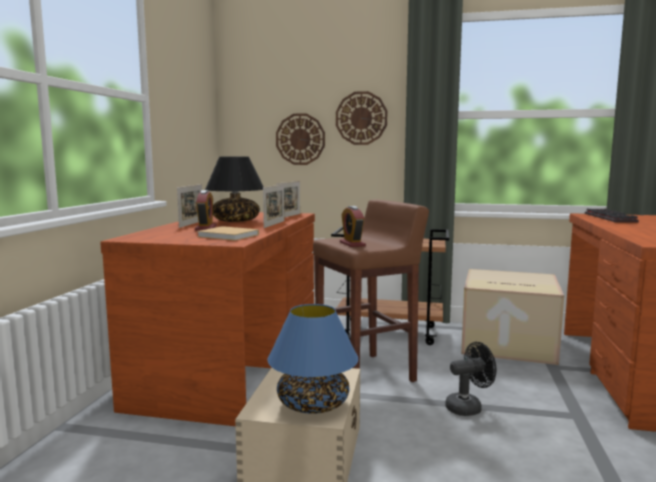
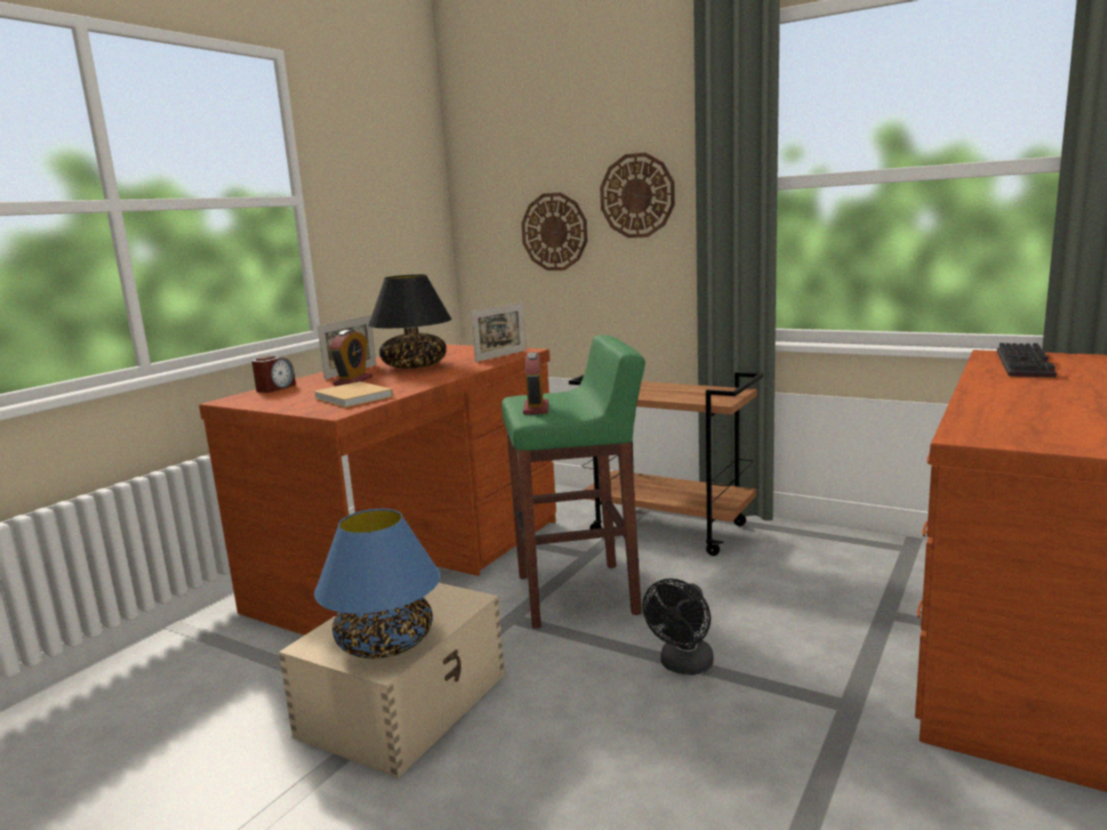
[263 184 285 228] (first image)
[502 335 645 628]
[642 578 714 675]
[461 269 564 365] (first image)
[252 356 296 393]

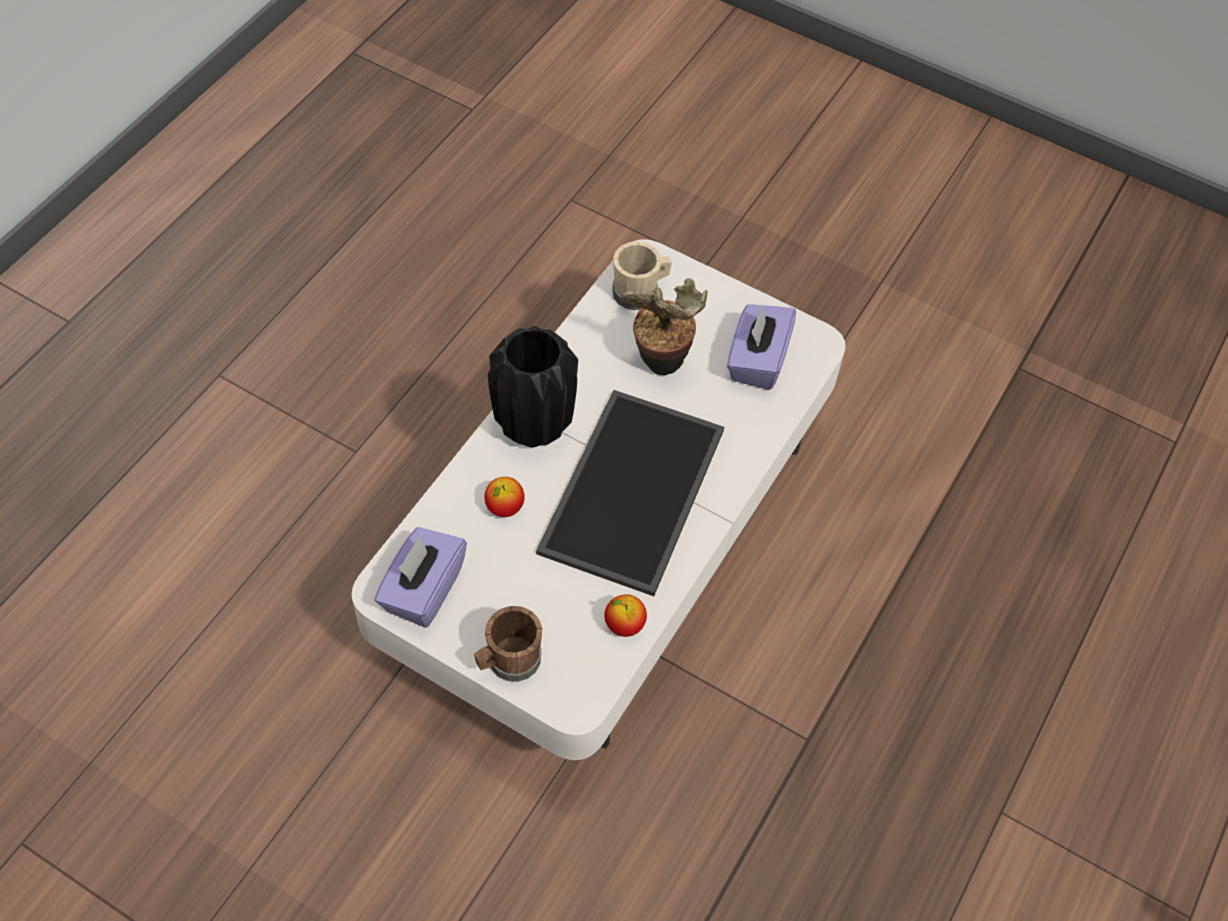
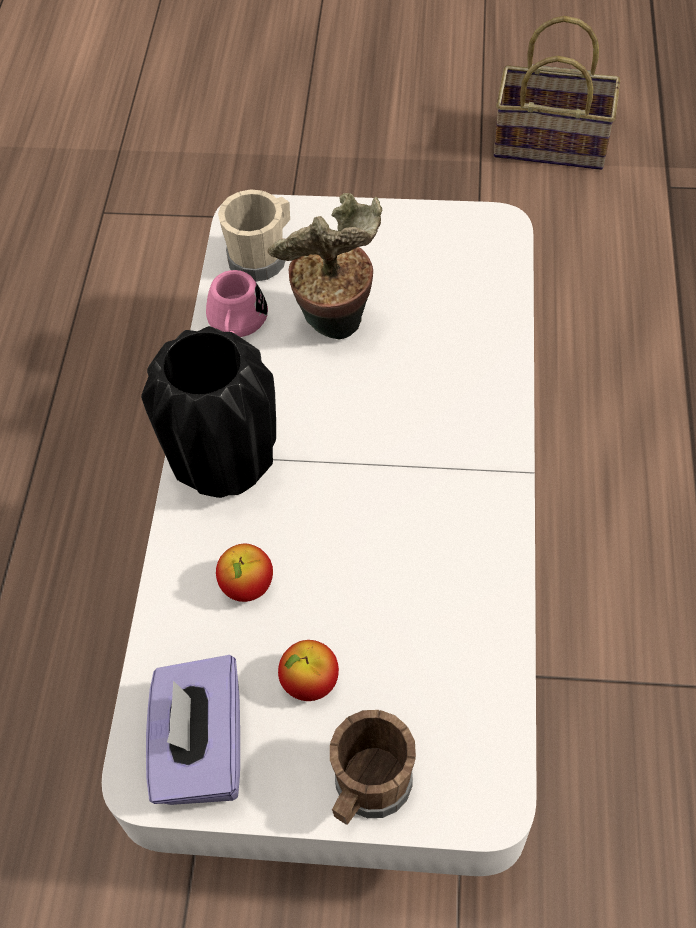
[536 390 724 596] (first image)
[278 640 339 701]
[727 304 796 390] (first image)
[206 270 268 337]
[494 16 620 170]

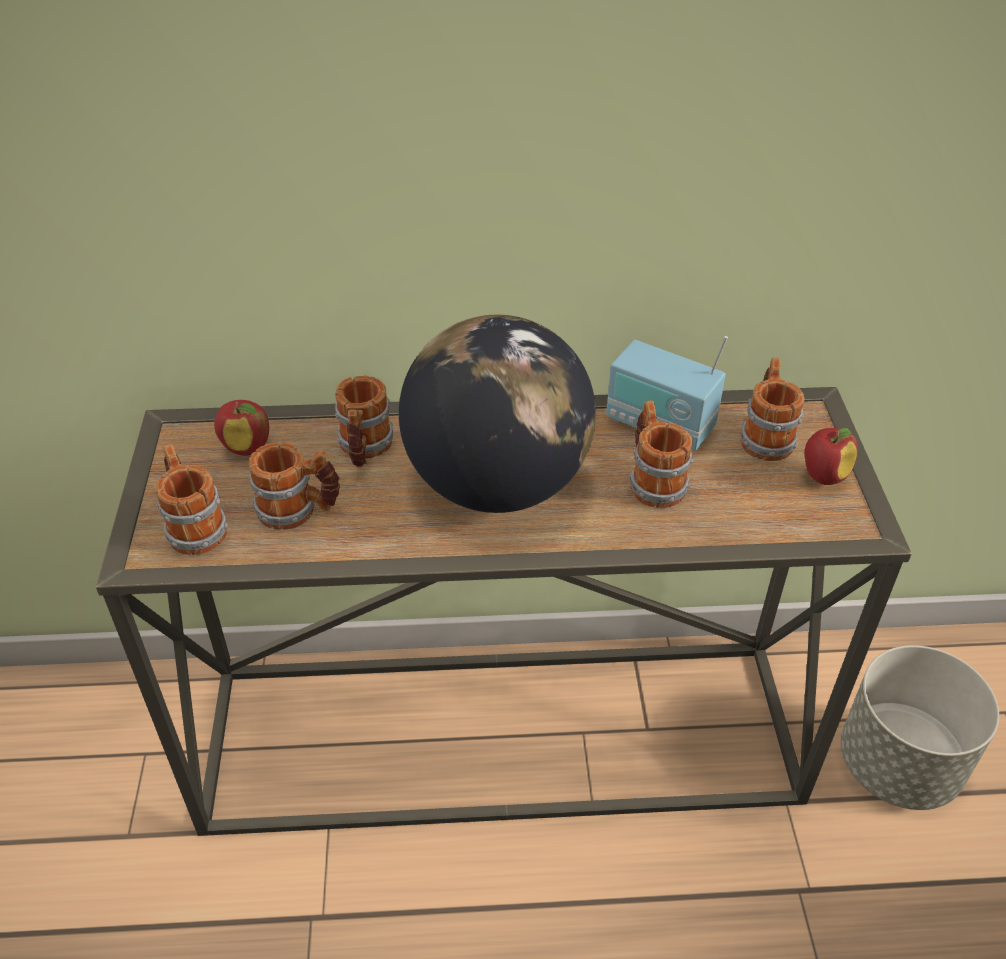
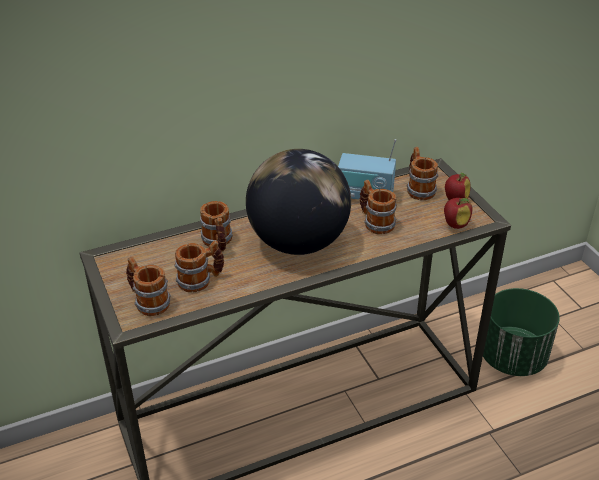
[444 198 473 229]
[483 288 560 376]

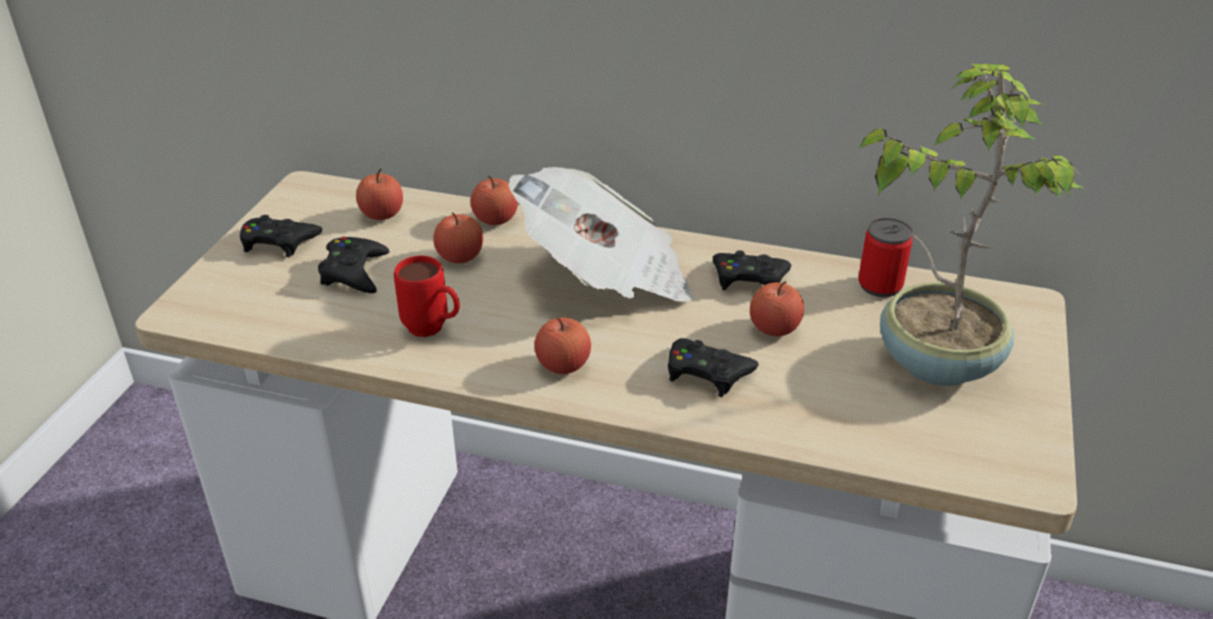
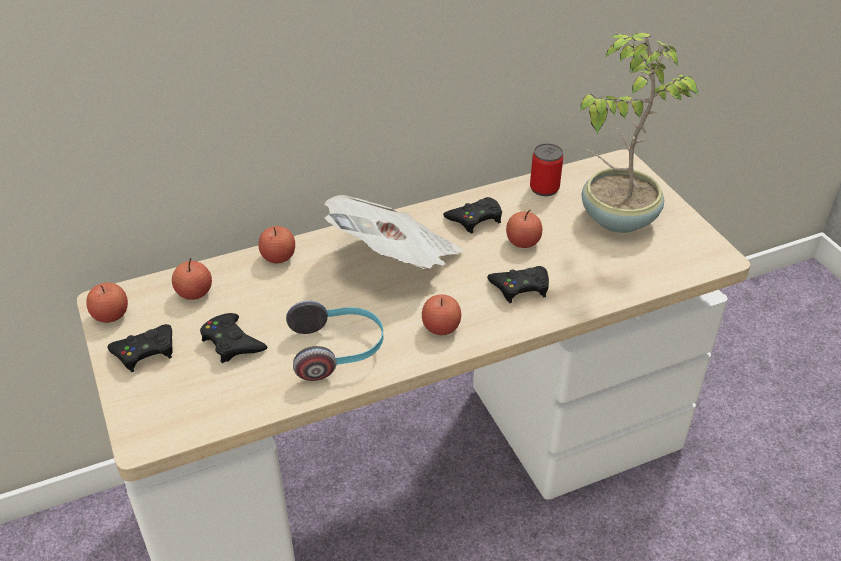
[286 300 384 381]
[86 283 128 323]

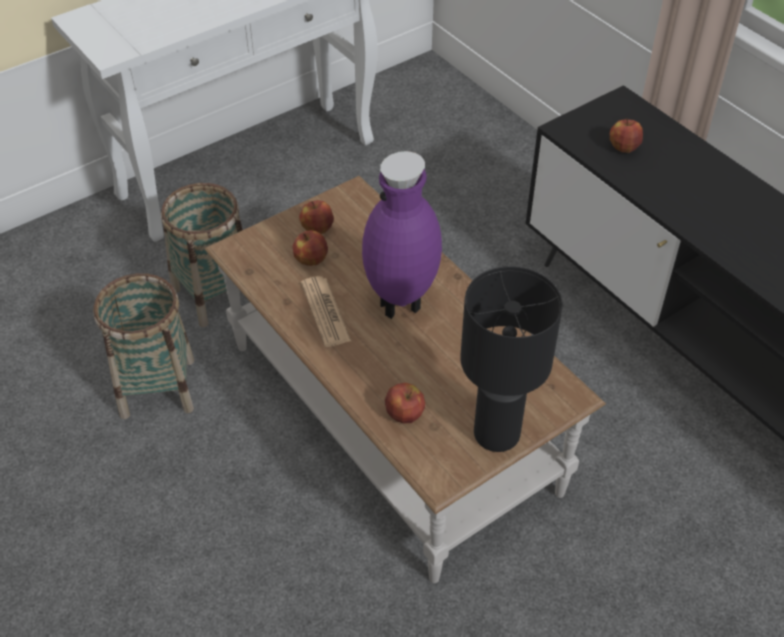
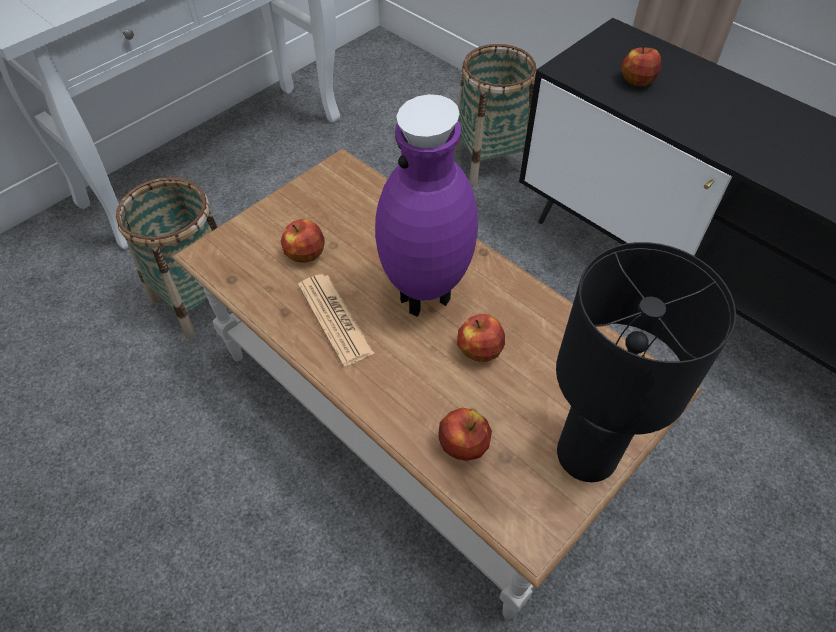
[454 44 537 185]
[457 314 505 362]

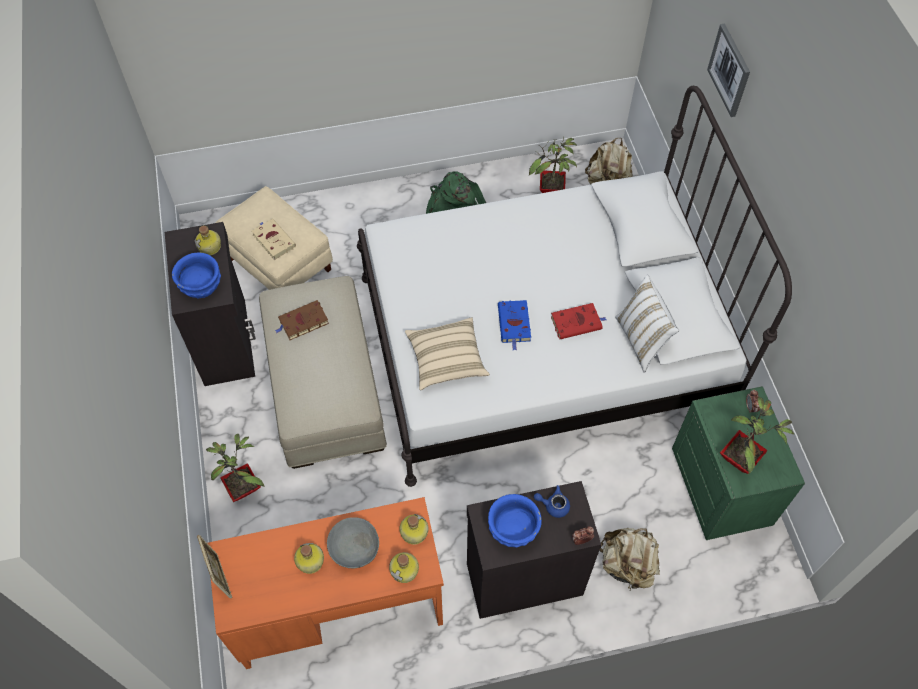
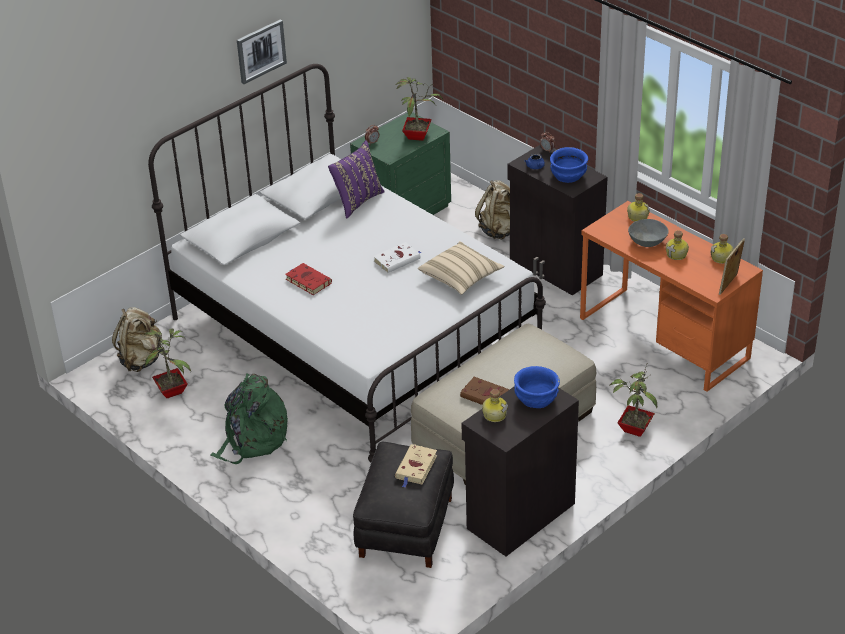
[353 442 454 568]
[711 234 734 264]
[373 242 422 273]
[285 263 332 295]
[328 140 385 218]
[237 19 287 84]

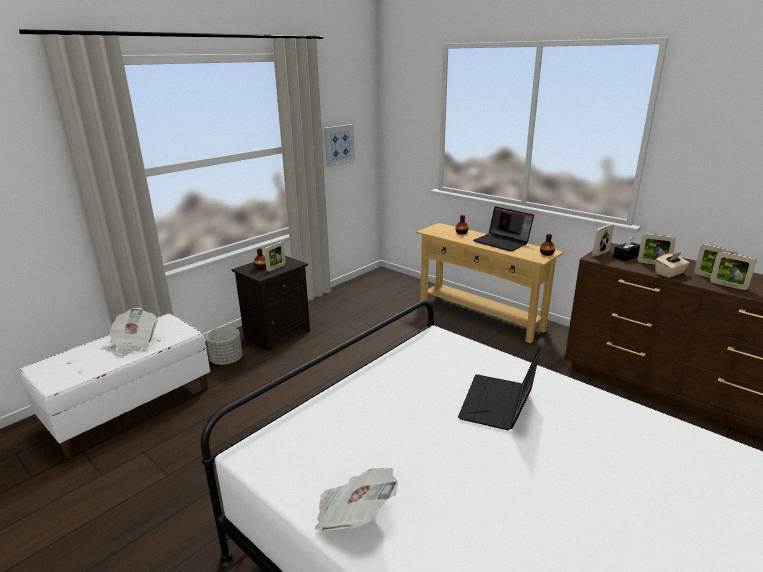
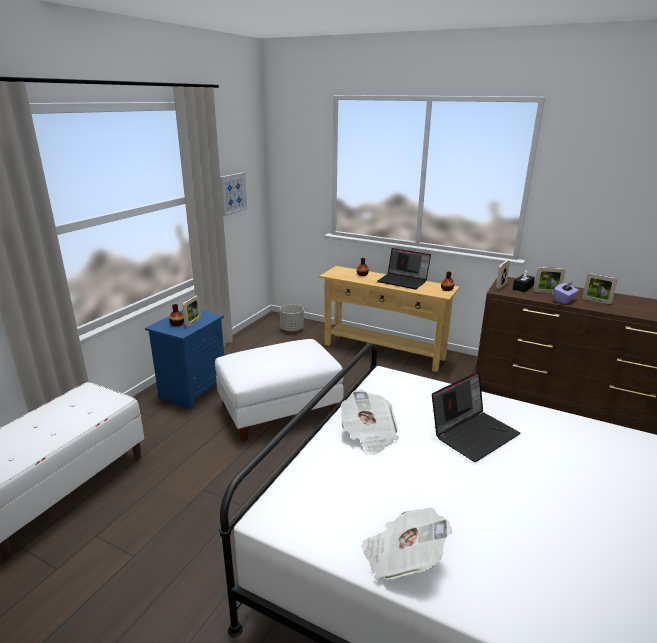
[341 390 399 455]
[280 304 304 332]
[145 310 224 409]
[432 372 520 462]
[553 282 579 304]
[710 251 757 290] (first image)
[215 339 344 441]

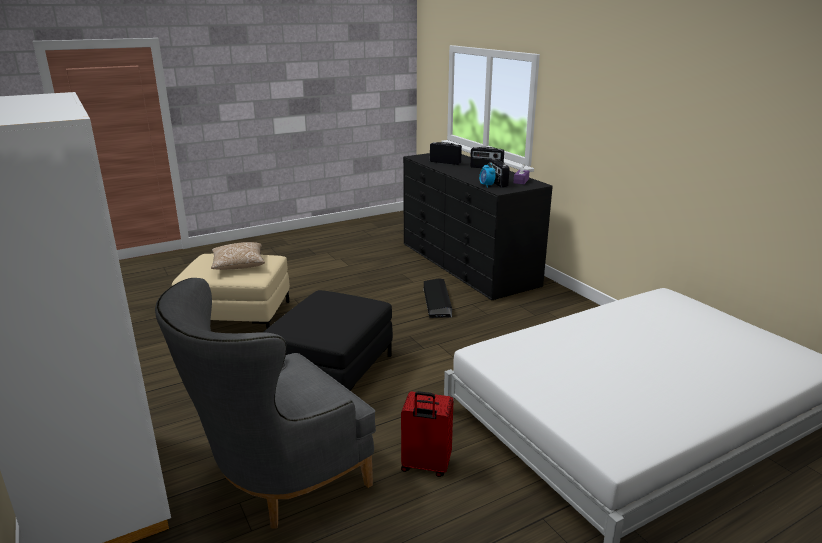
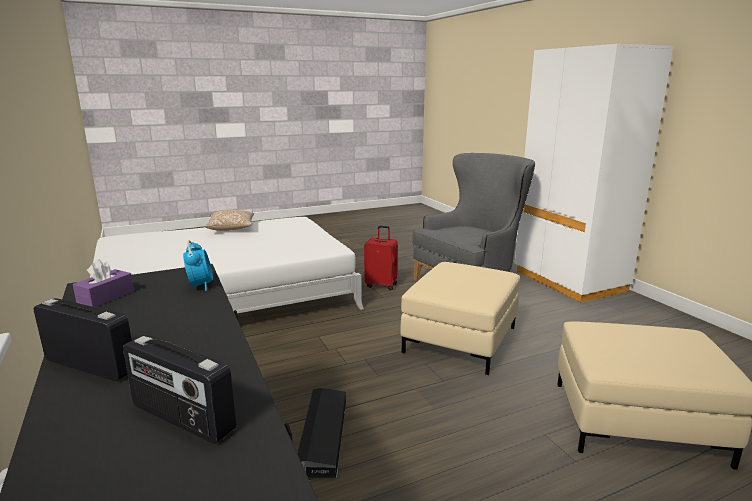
[205 210 254 231]
[400 262 520 375]
[489 159 510 188] (first image)

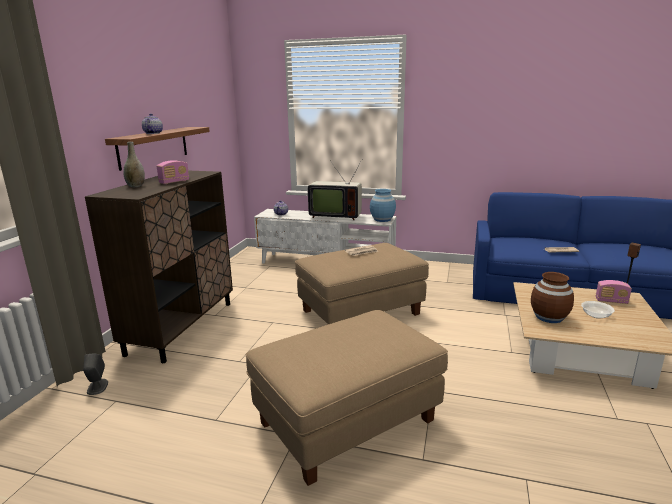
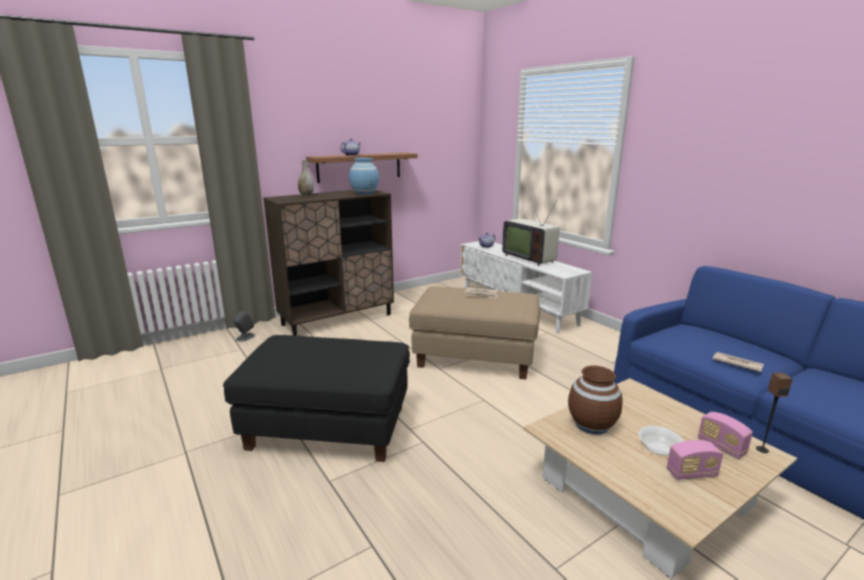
[667 440 723 480]
[223 335 410 462]
[349 158 379 195]

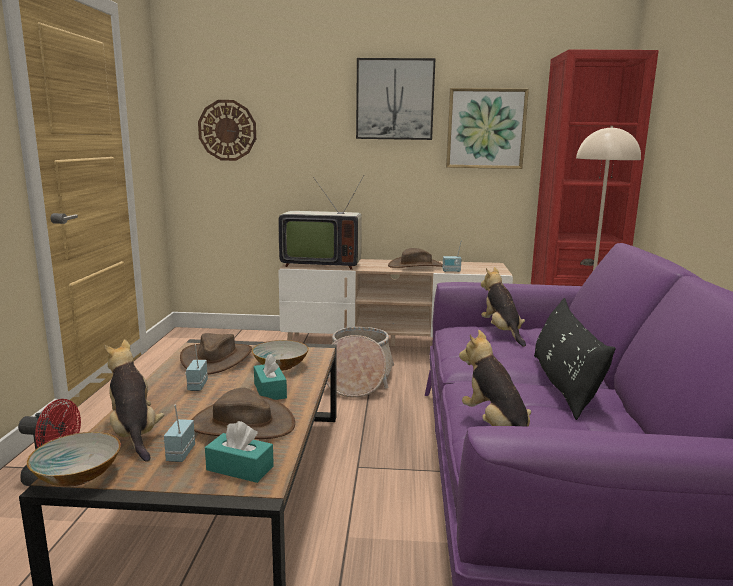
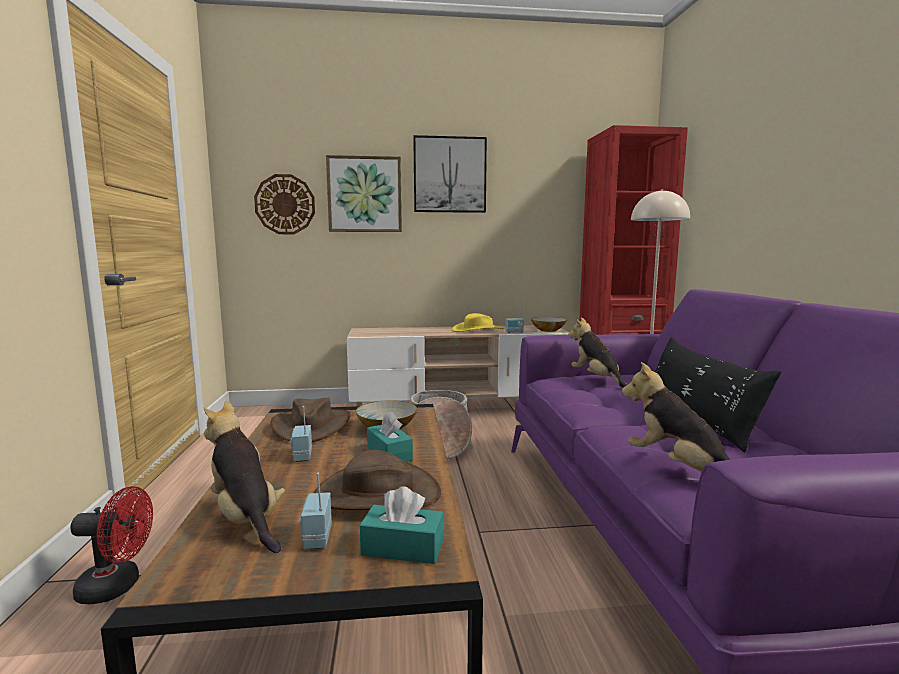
[531 317 567 332]
[278 176 364 270] (first image)
[452 313 505 332]
[326 155 402 232]

